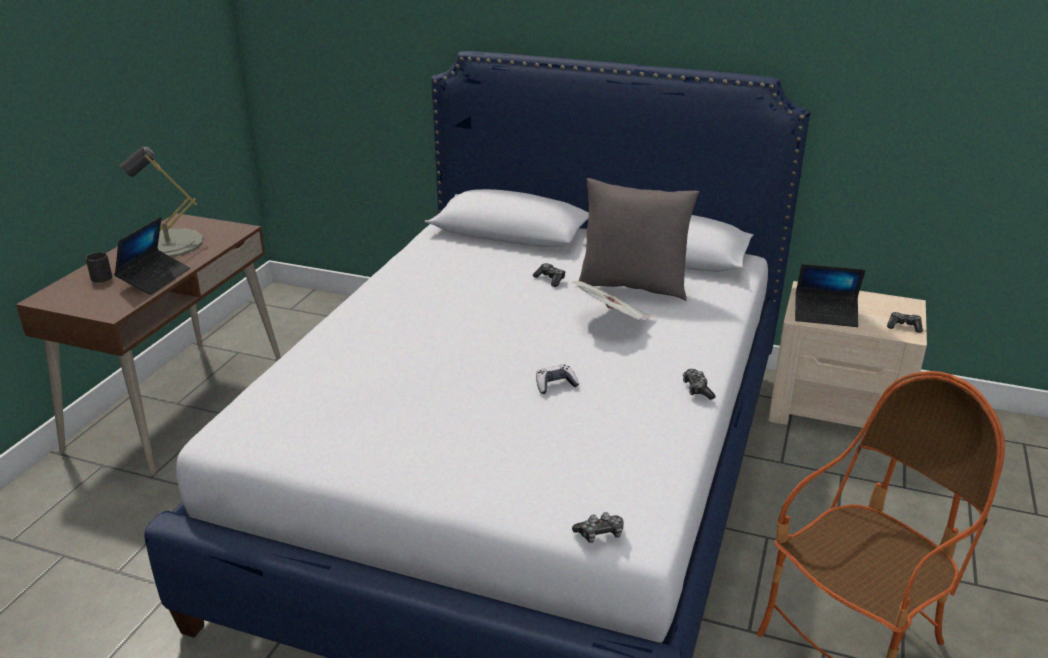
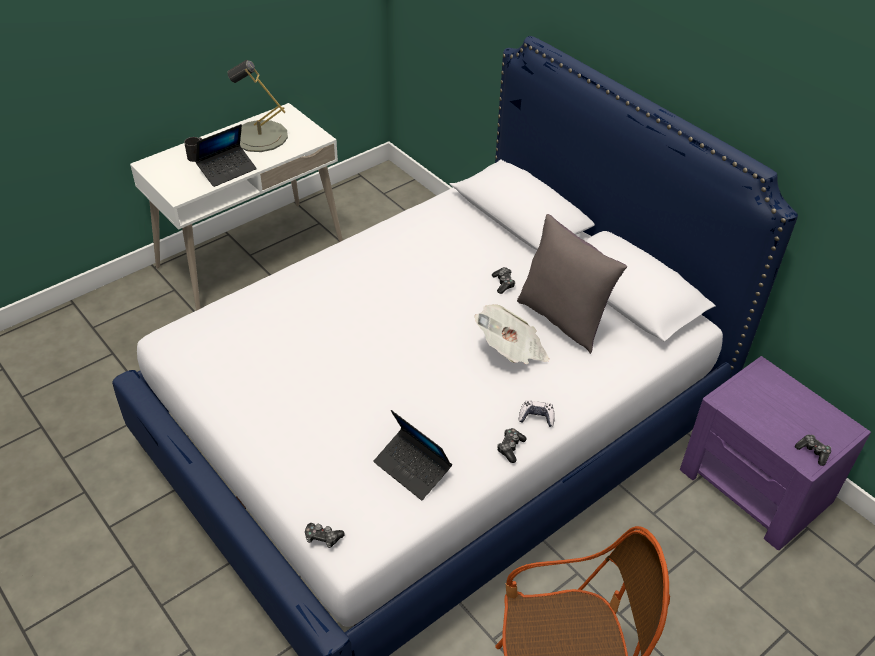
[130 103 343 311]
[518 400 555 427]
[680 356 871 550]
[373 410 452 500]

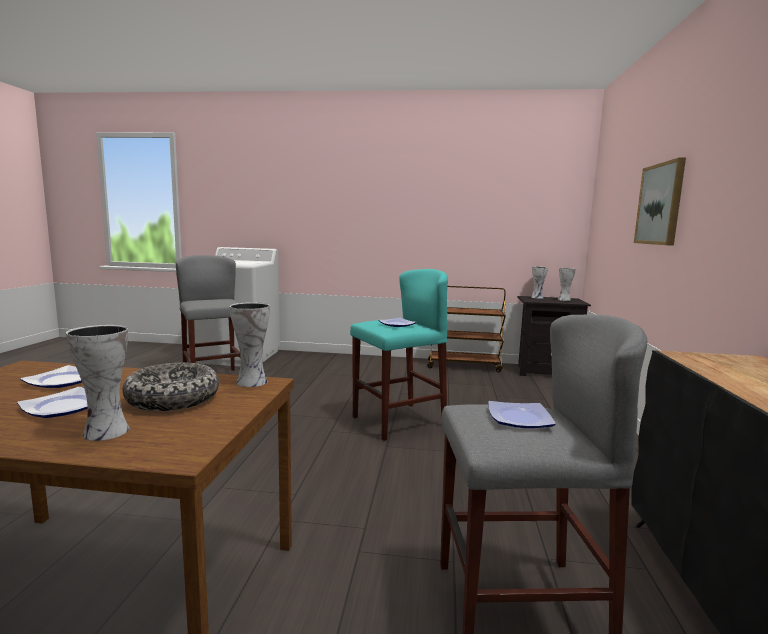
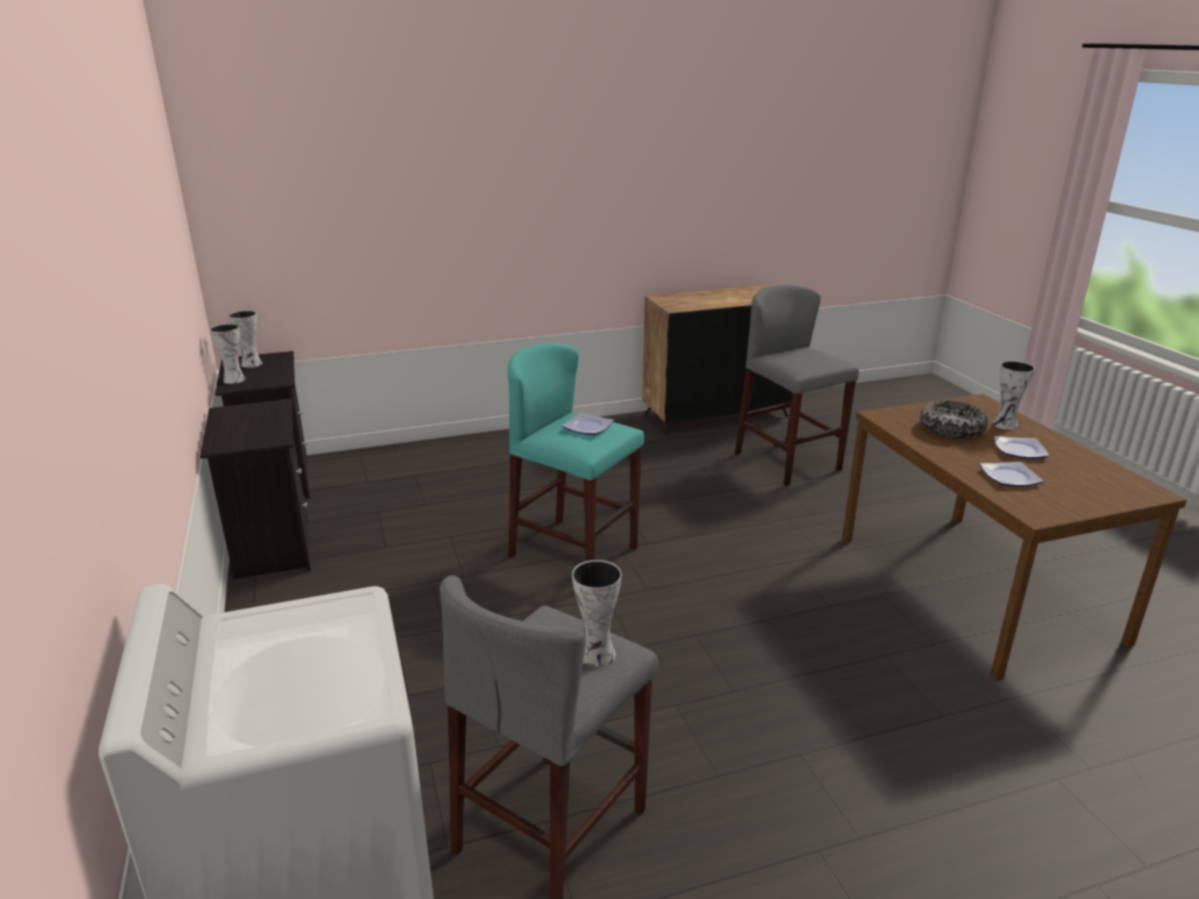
[572 560 622 667]
[200 399 311 579]
[488 401 556 428] (first image)
[634 158 686 246] (first image)

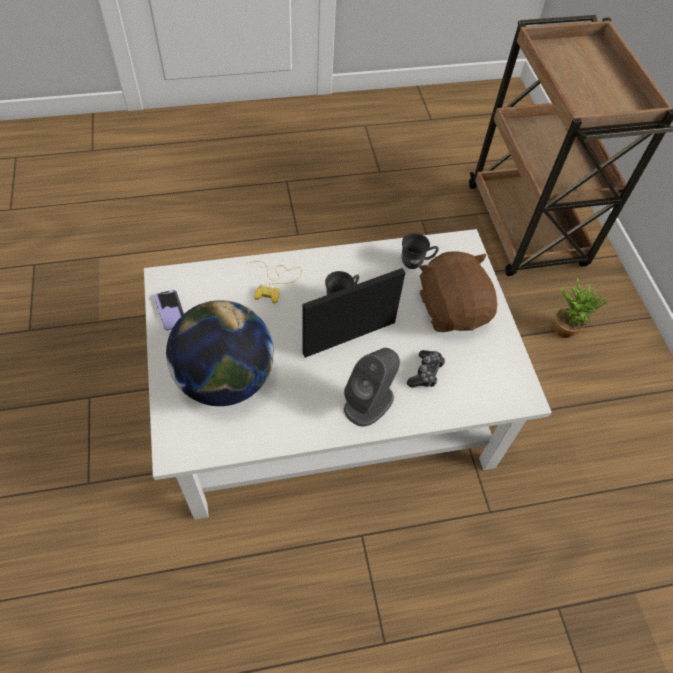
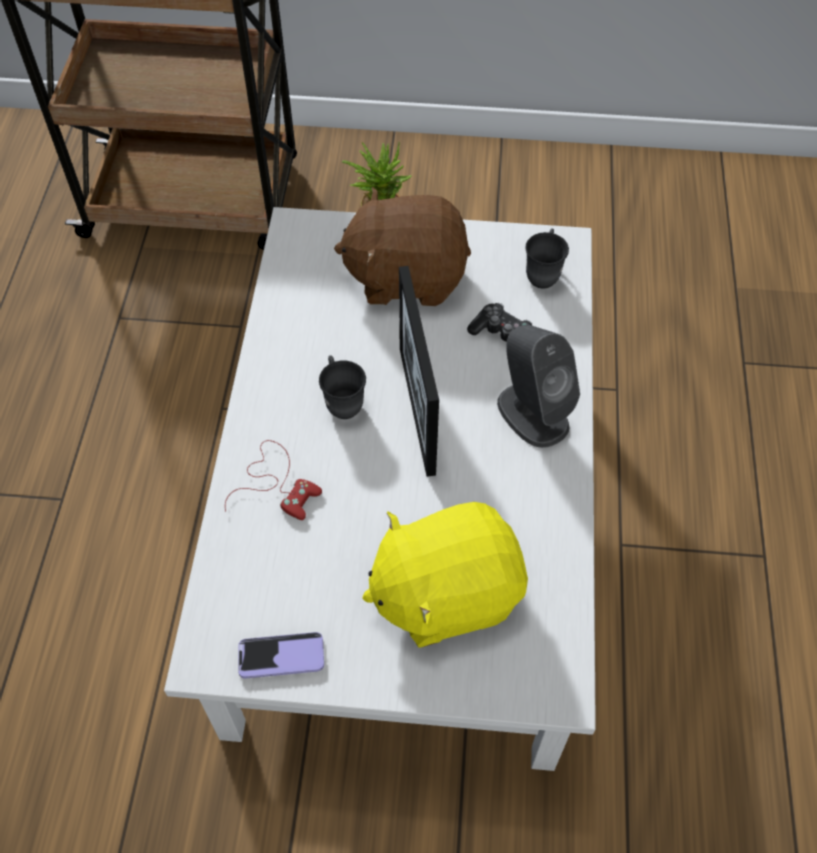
[362 502 528 648]
[225 440 322 520]
[526 228 569 289]

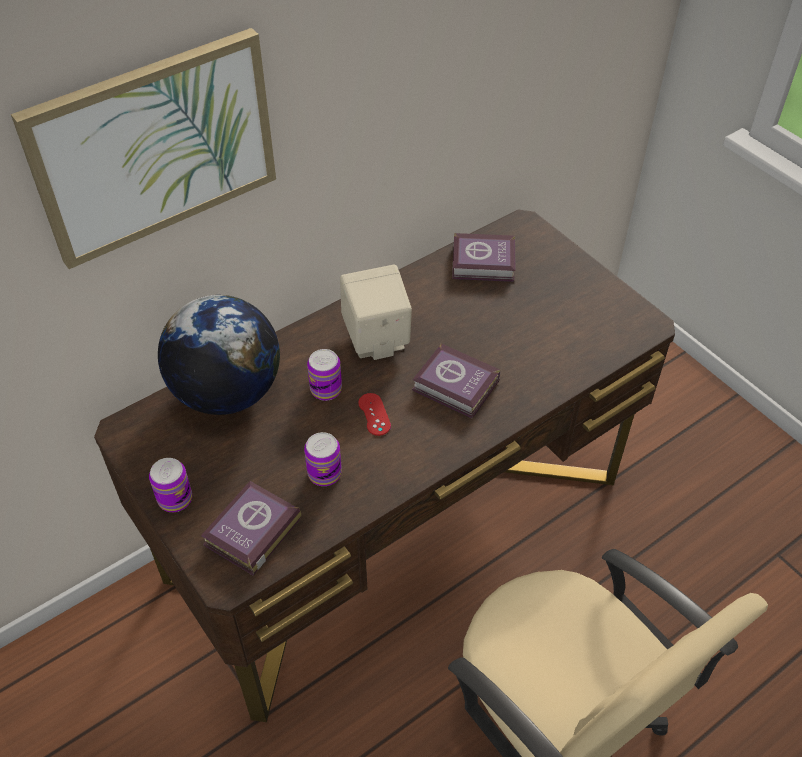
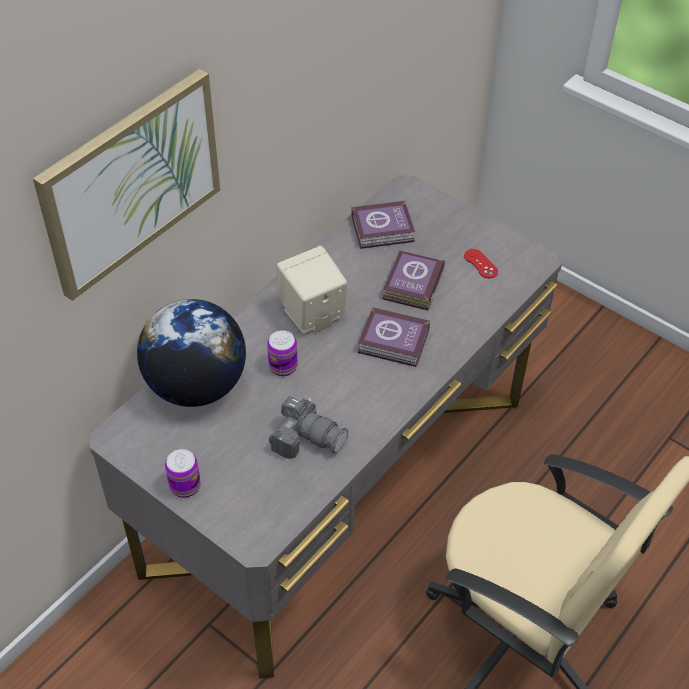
[90 175 562 679]
[383 251 445 310]
[269 396 348 459]
[464 249 498 278]

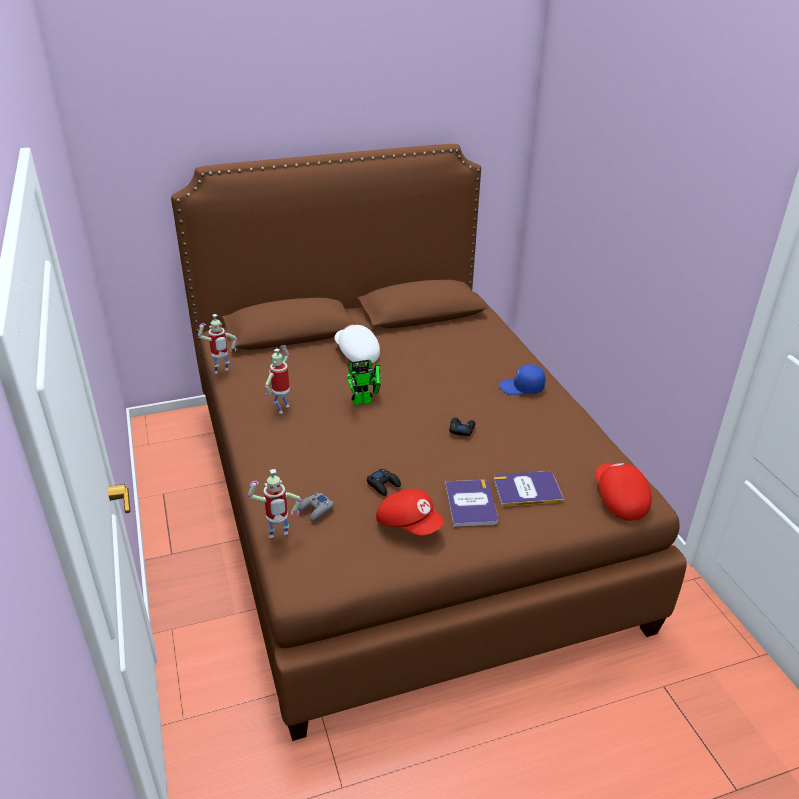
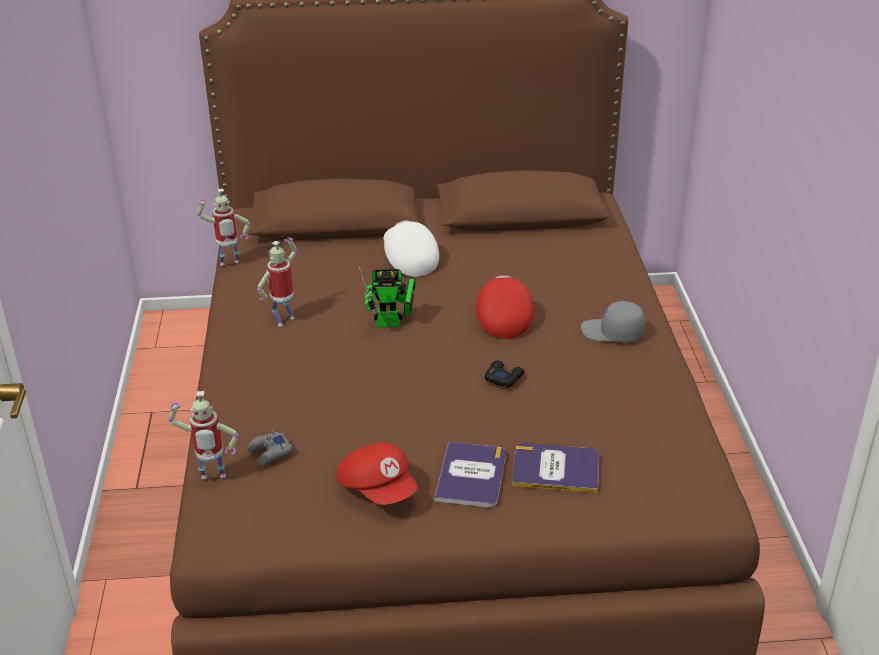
[367 469 401 496] (first image)
[581 301 645 343]
[476 276 534 339]

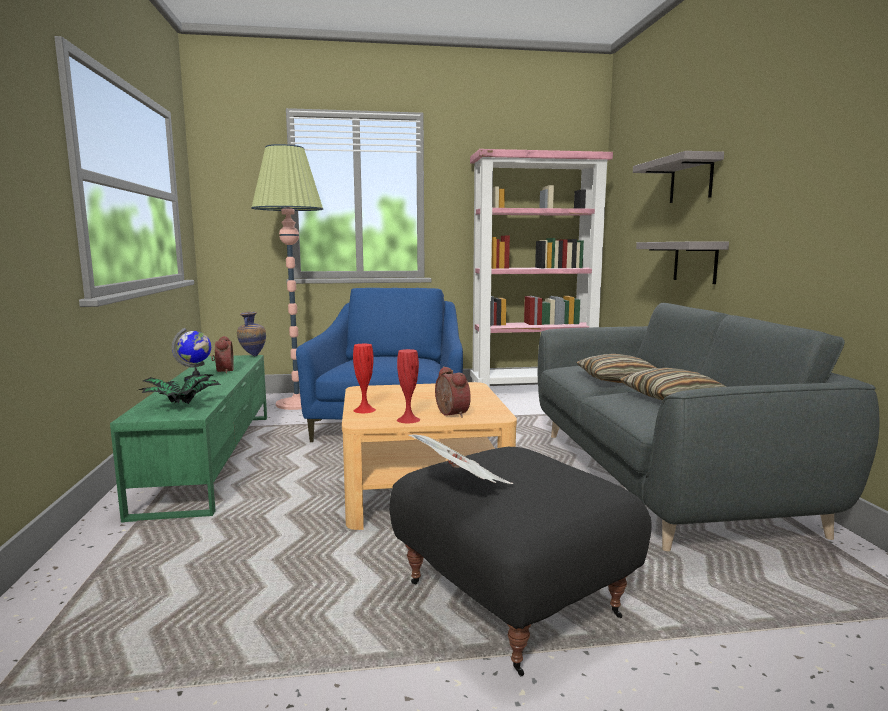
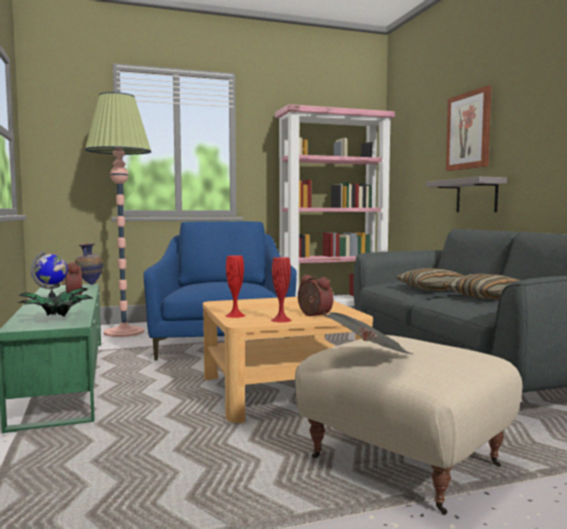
[295 335 522 515]
[446 85 492 171]

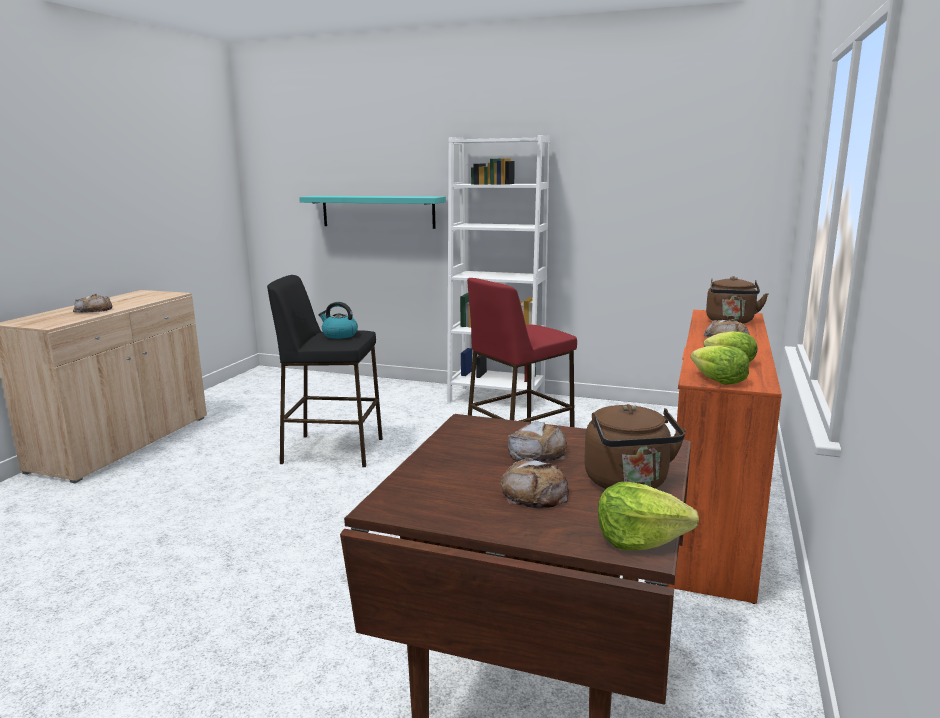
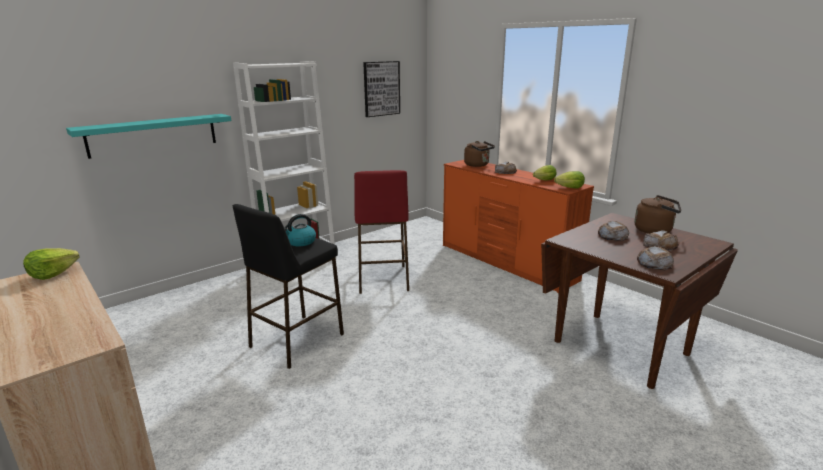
[637 246 674 270]
[23 248 79 280]
[363 61 400 117]

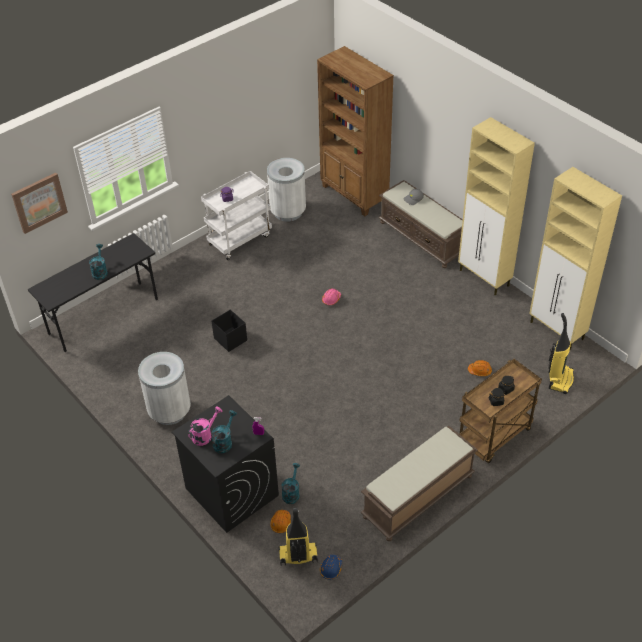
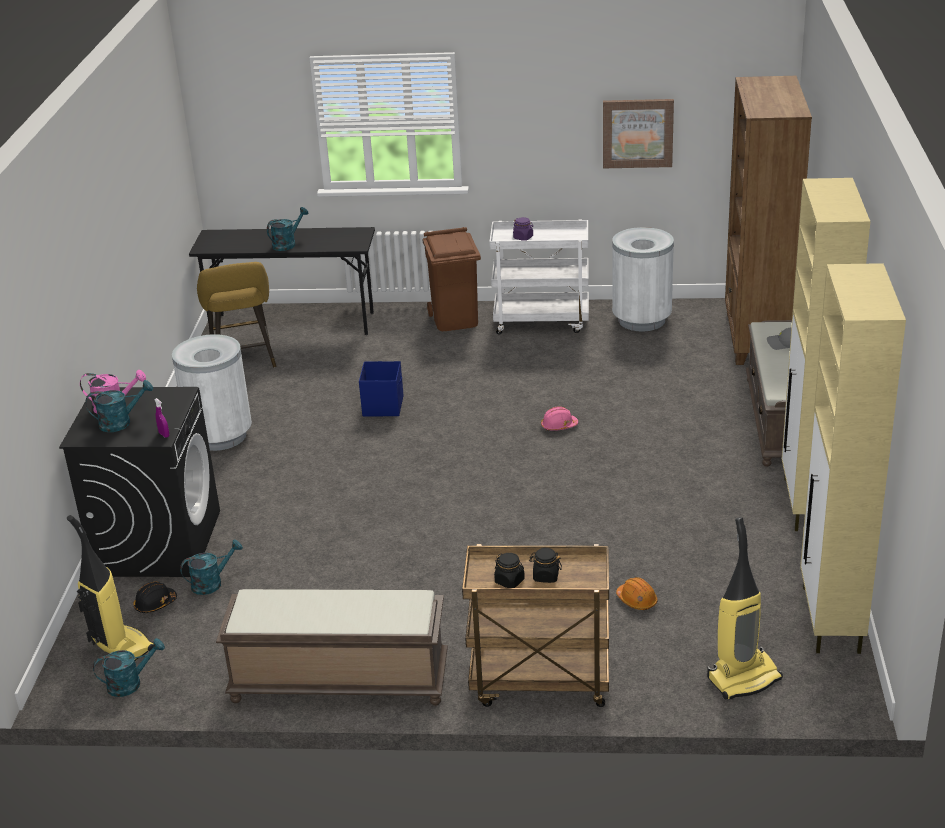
[603 99 674 168]
[359 361 404 416]
[133 582 177 613]
[93 638 165 697]
[197 262 276 368]
[422 227 481 331]

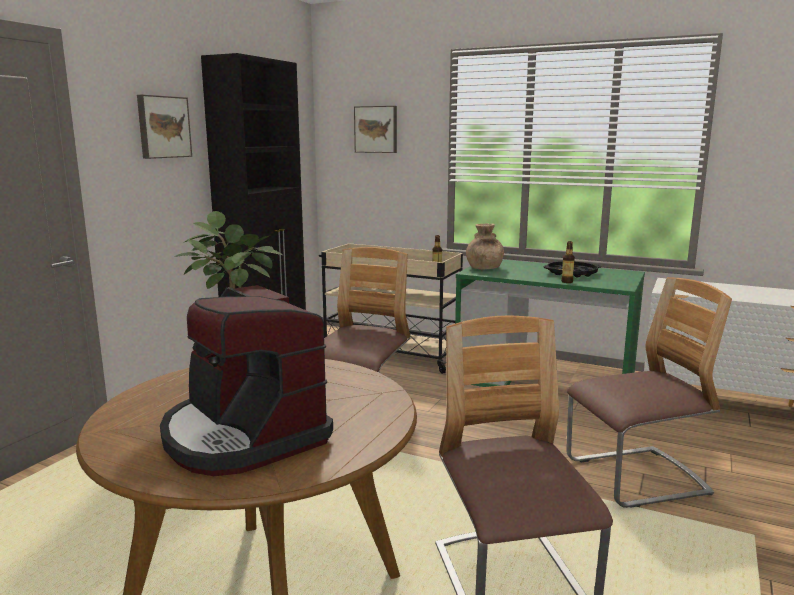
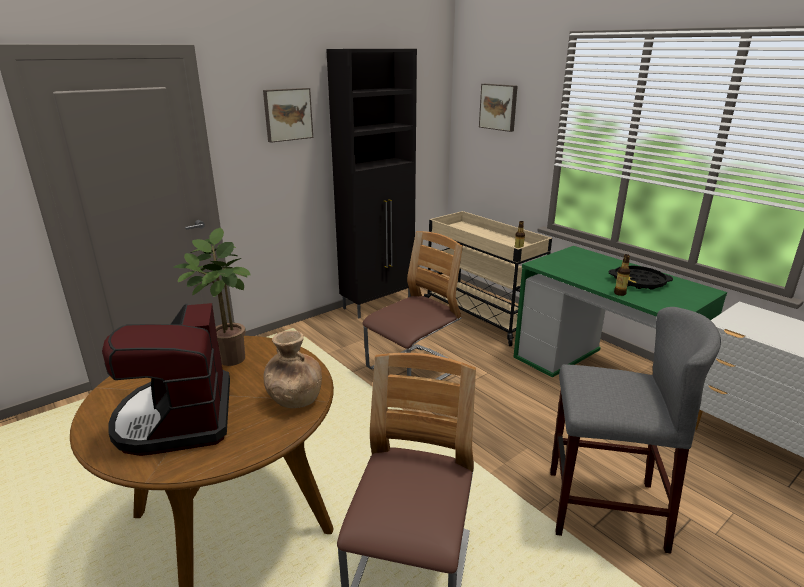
[263 331 322 408]
[550 307 721 554]

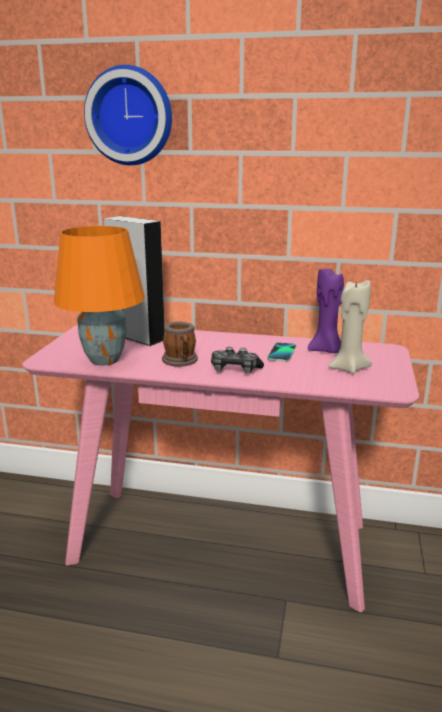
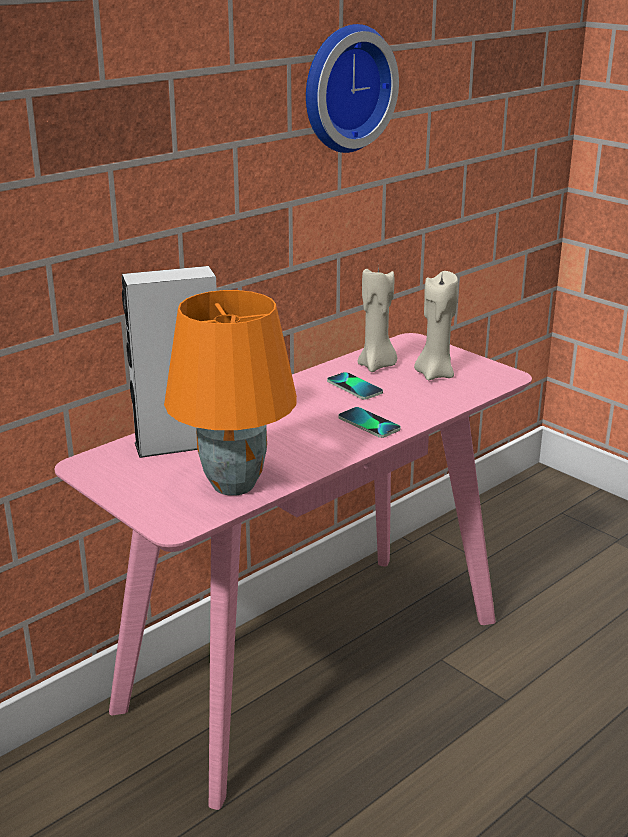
[306 24 399 153]
[162 321 198 367] (first image)
[338 407 401 438]
[357 266 397 372]

